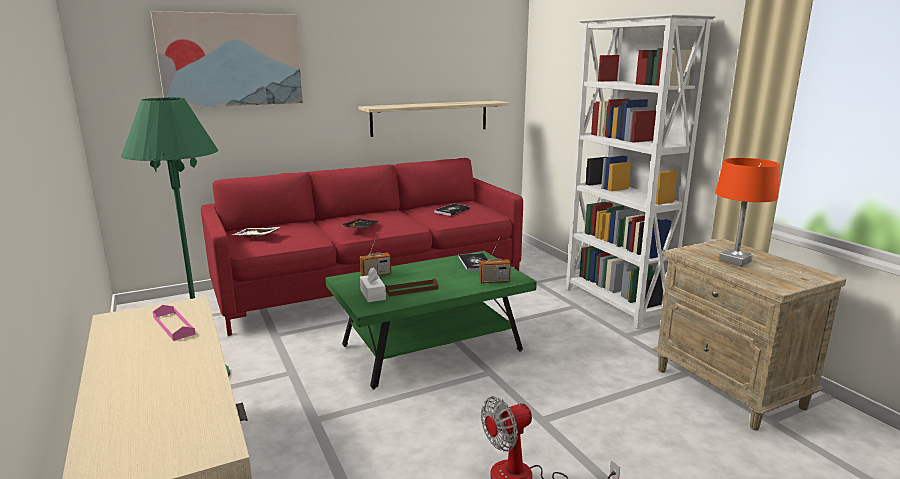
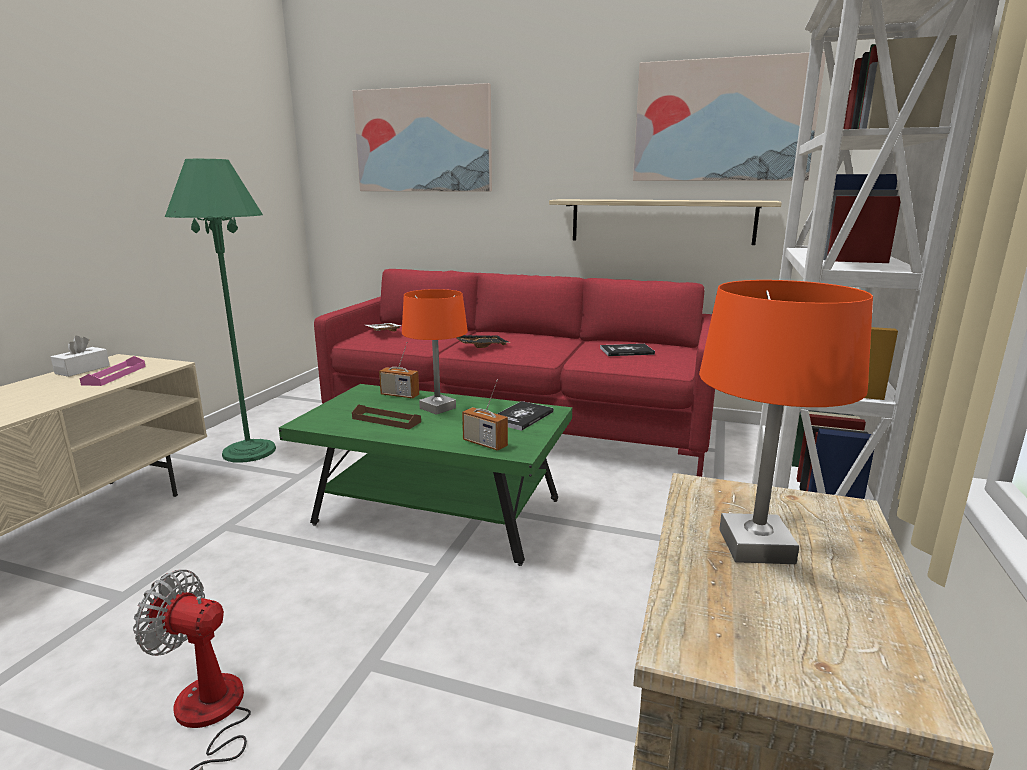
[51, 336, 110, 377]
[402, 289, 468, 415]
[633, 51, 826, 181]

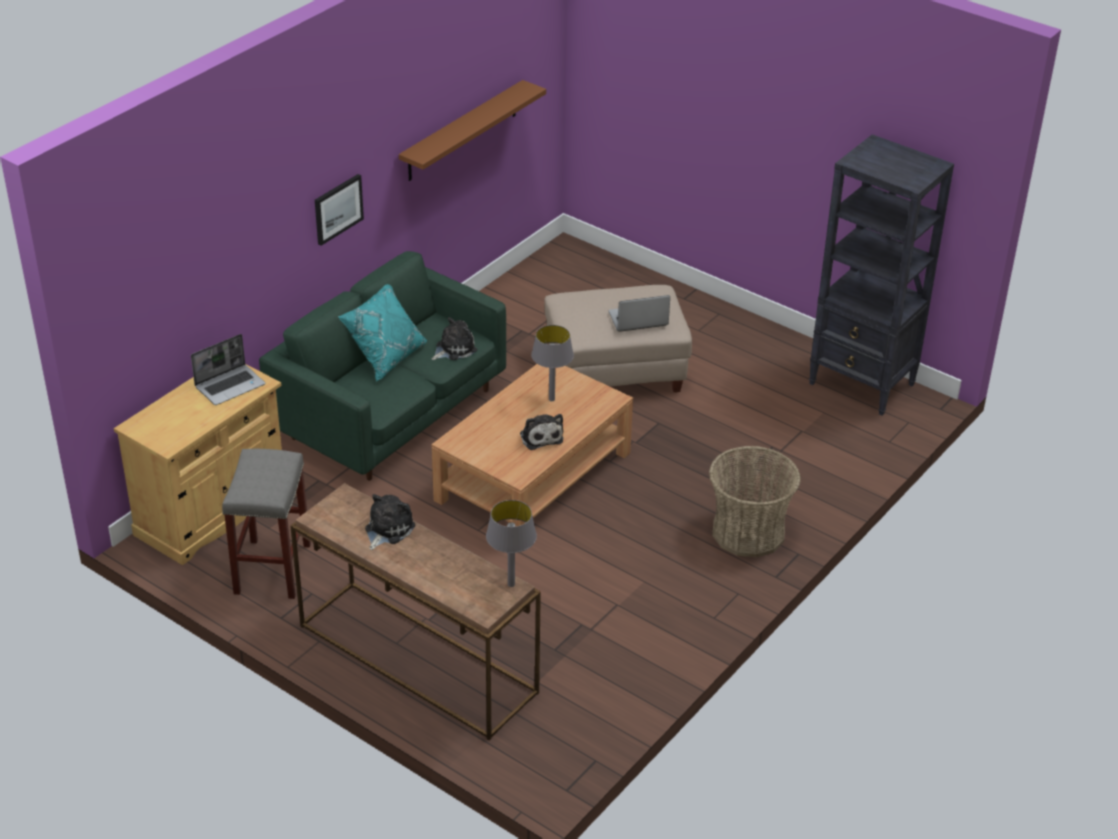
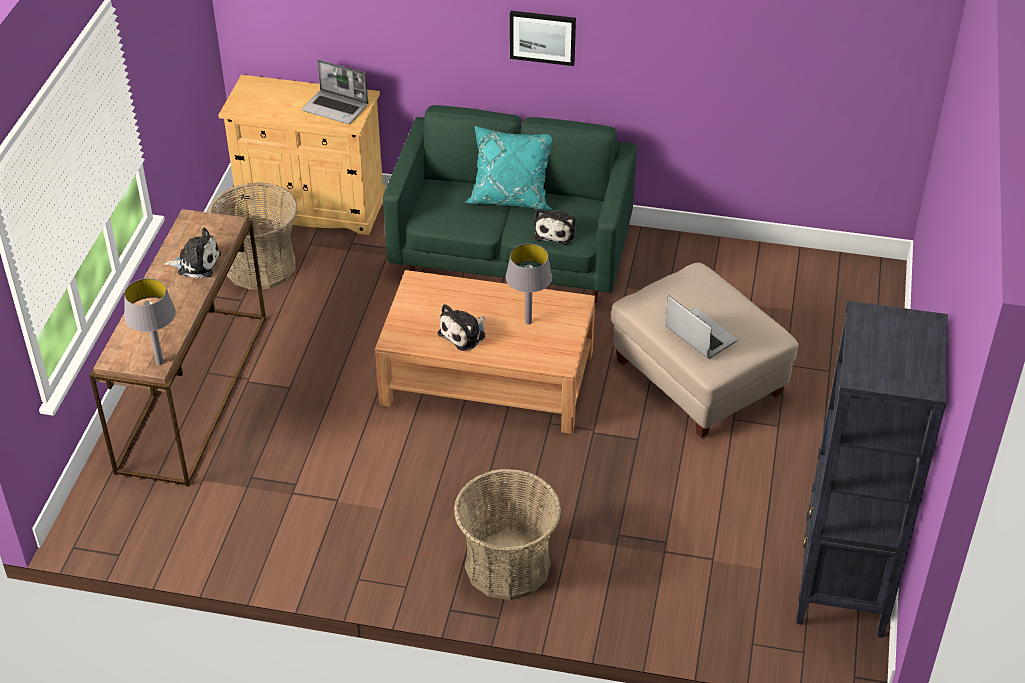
[208, 182, 298, 290]
[399, 80, 546, 181] (first image)
[534, 208, 576, 245]

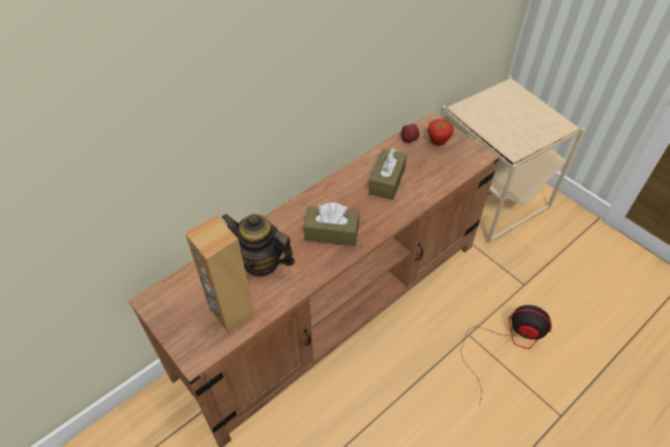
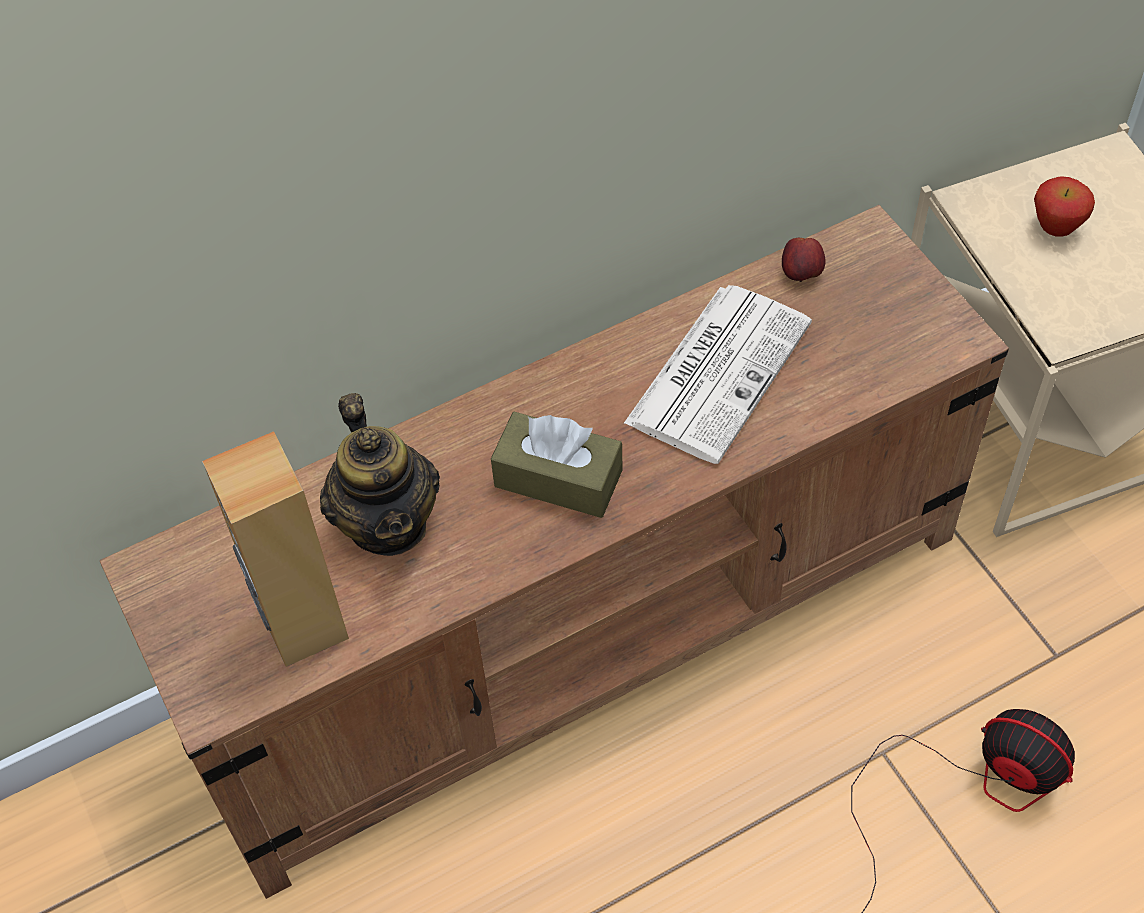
[320, 393, 440, 556]
[624, 285, 812, 464]
[1034, 176, 1095, 237]

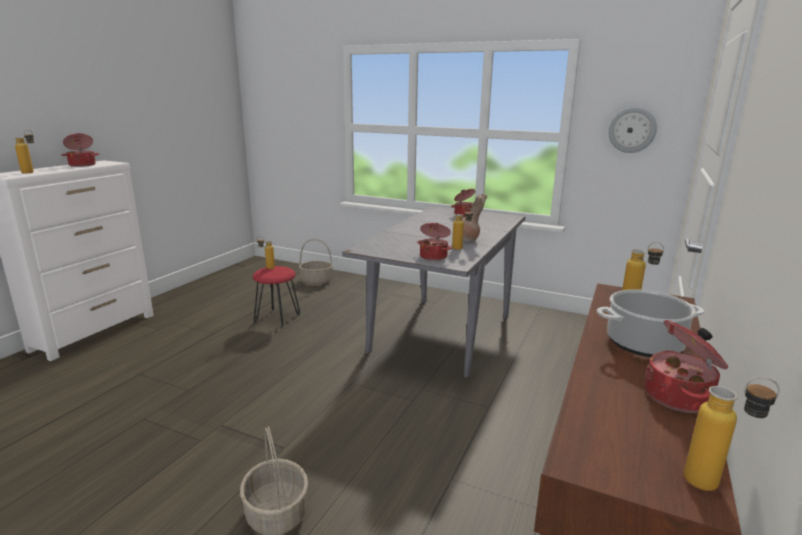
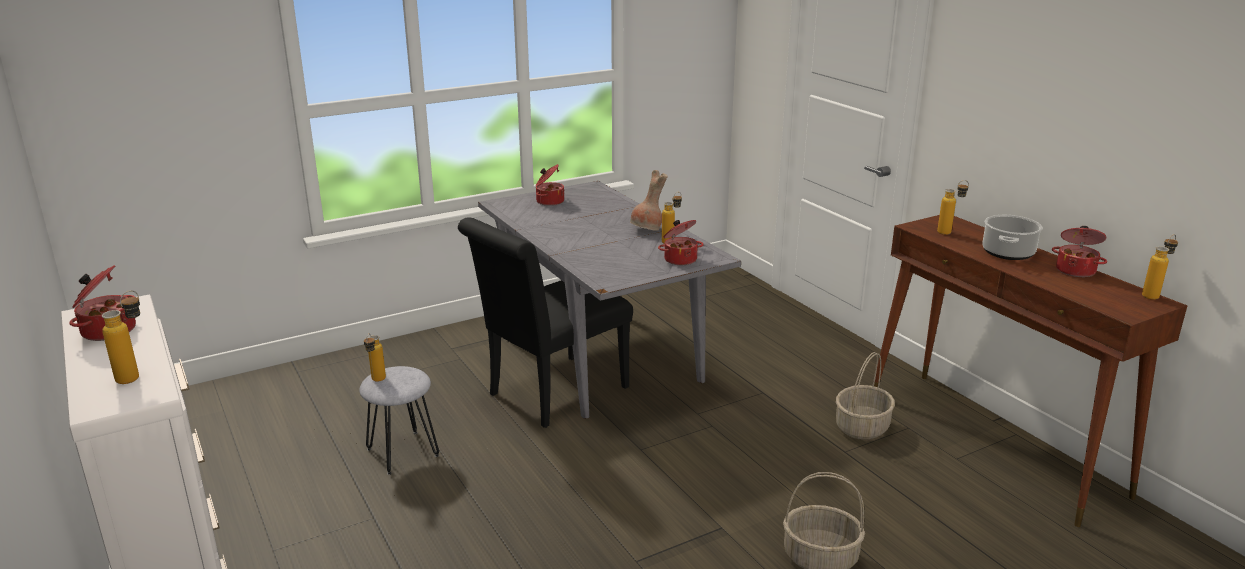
[359, 366, 439, 475]
[836, 352, 895, 440]
[608, 107, 657, 153] (first image)
[458, 217, 633, 428]

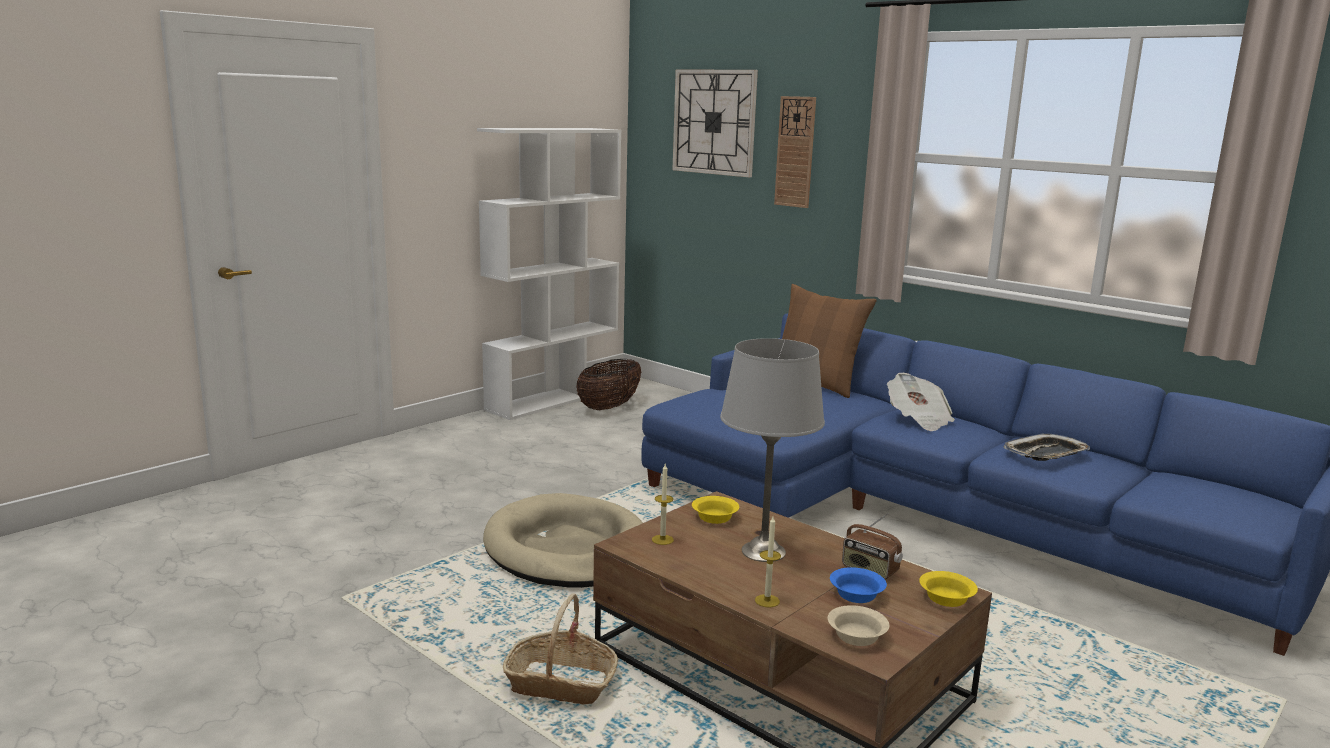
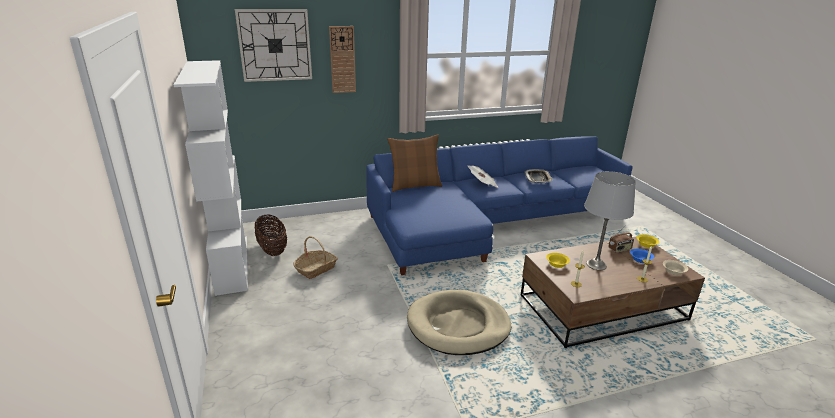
[293, 236, 338, 279]

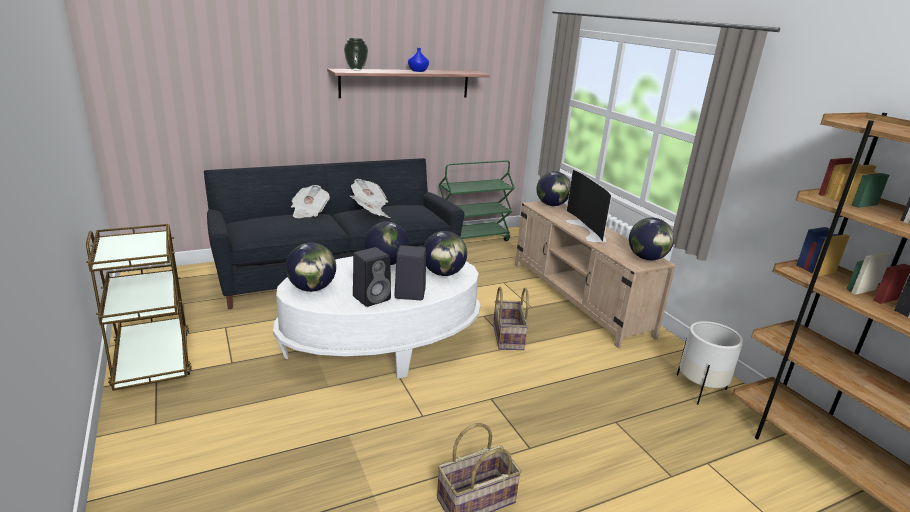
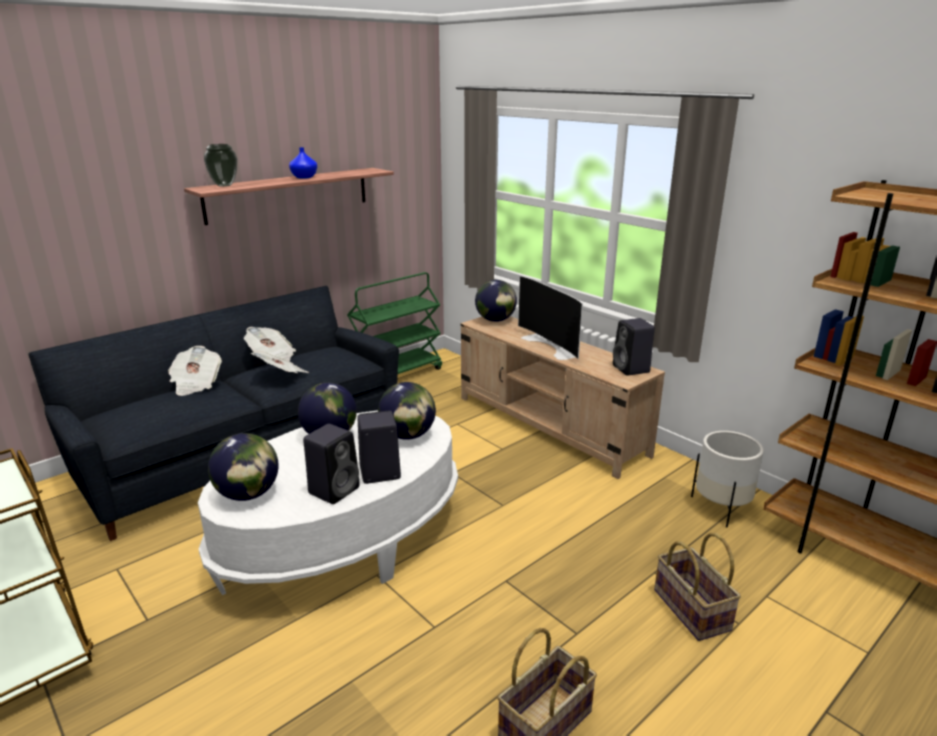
[654, 533, 741, 641]
[613, 318, 655, 376]

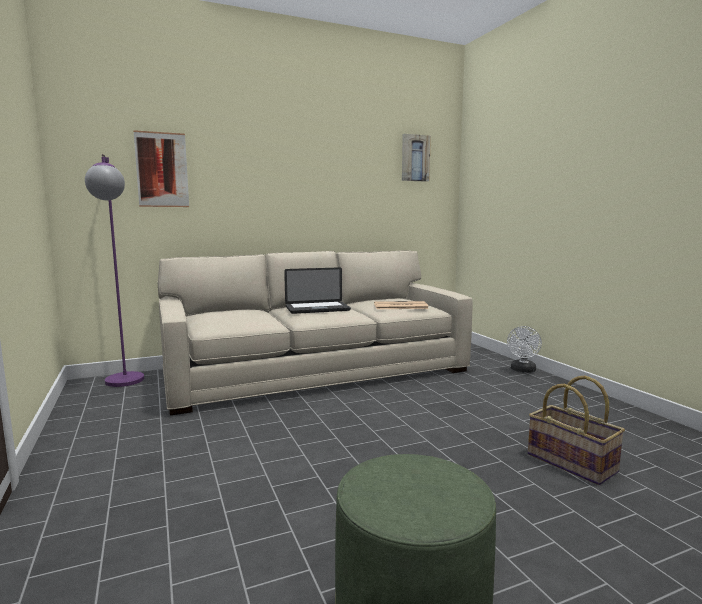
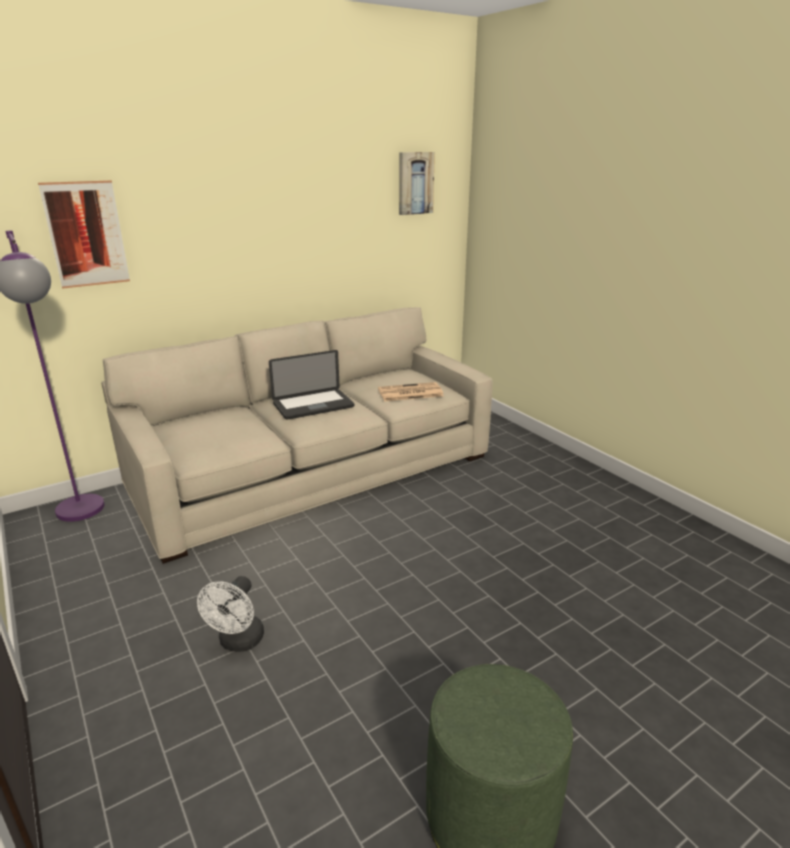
[197, 576, 264, 652]
[528, 375, 625, 485] (first image)

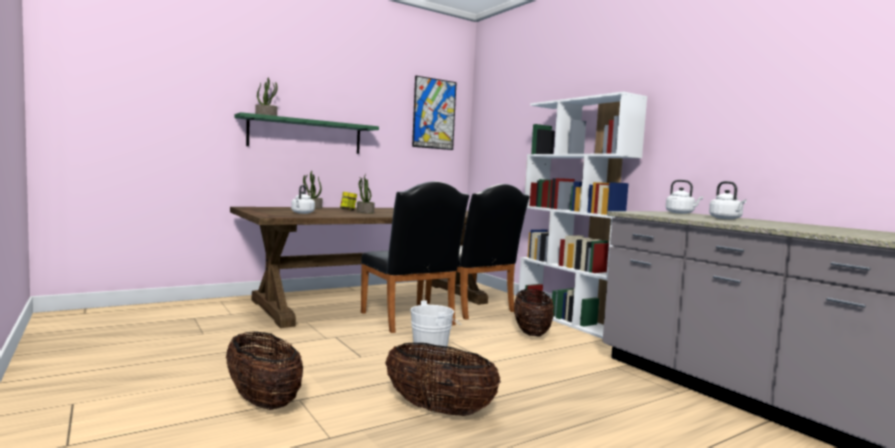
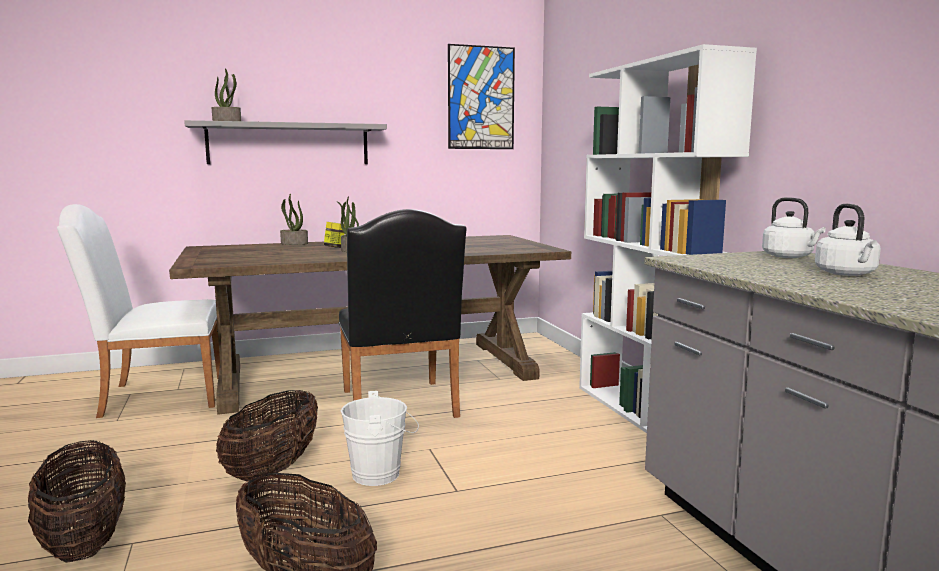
[184, 120, 387, 164]
[291, 185, 315, 214] (first image)
[425, 184, 530, 320] (first image)
[216, 390, 318, 482]
[57, 204, 220, 418]

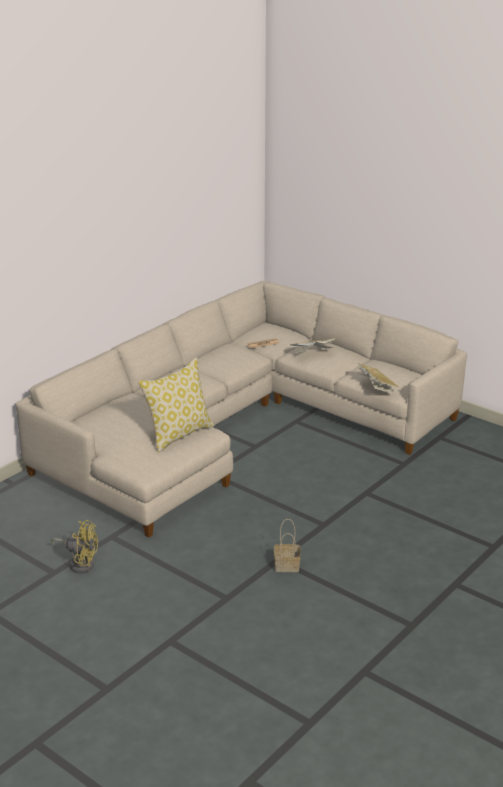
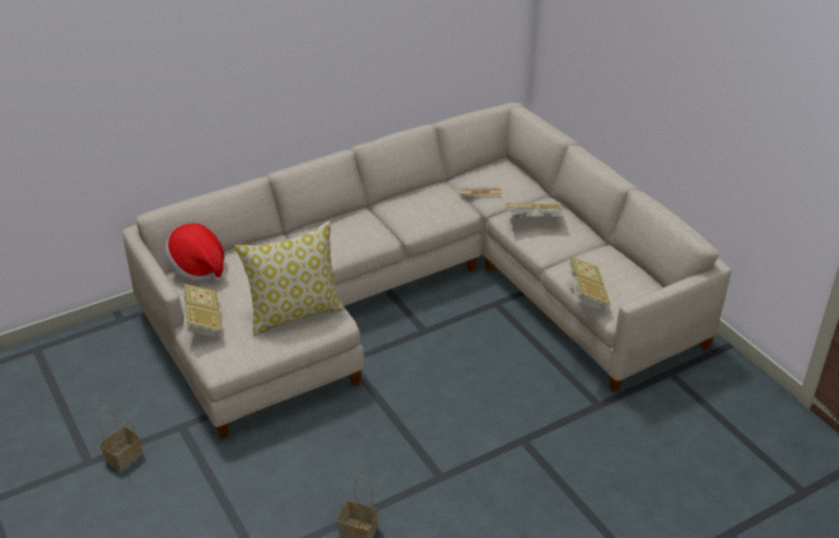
[98, 407, 142, 471]
[165, 223, 225, 282]
[181, 284, 221, 337]

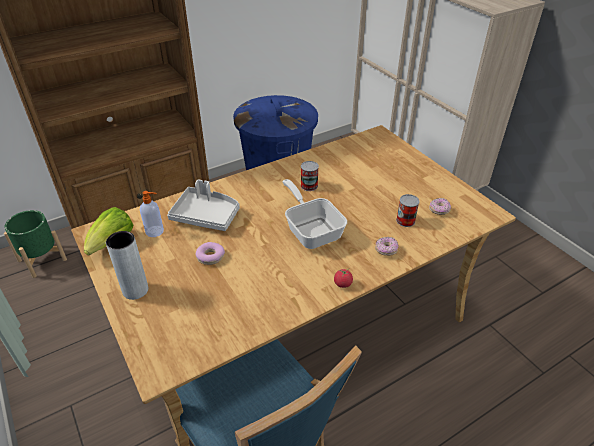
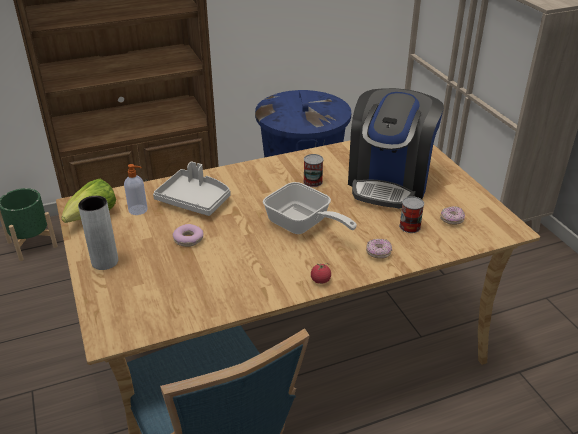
[263, 182, 357, 234]
[348, 88, 444, 209]

